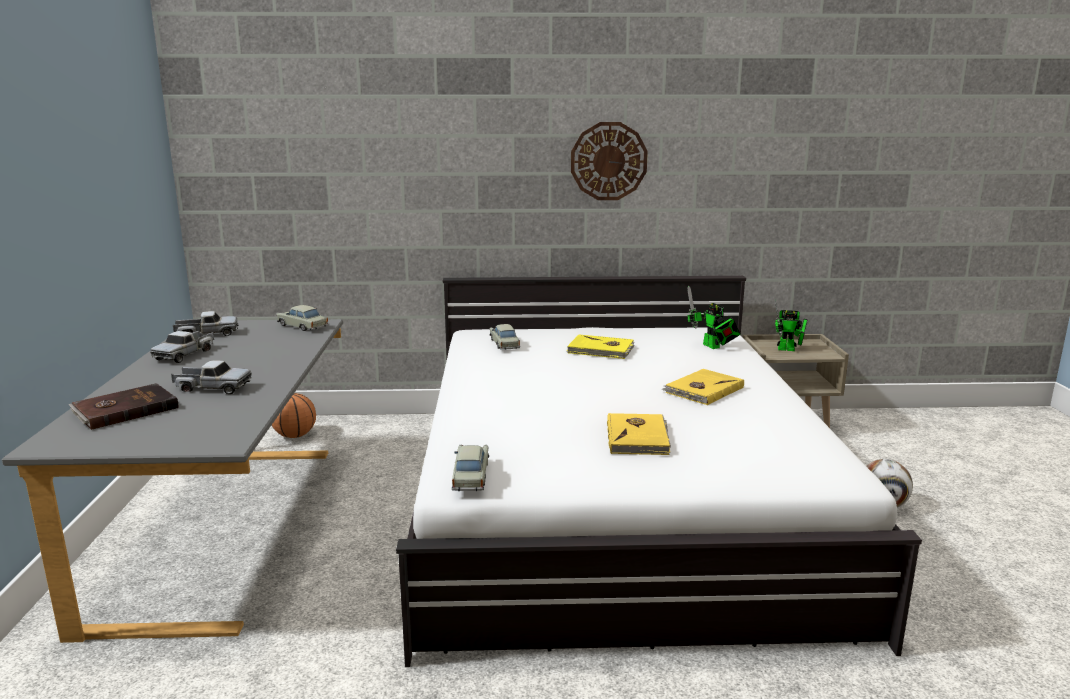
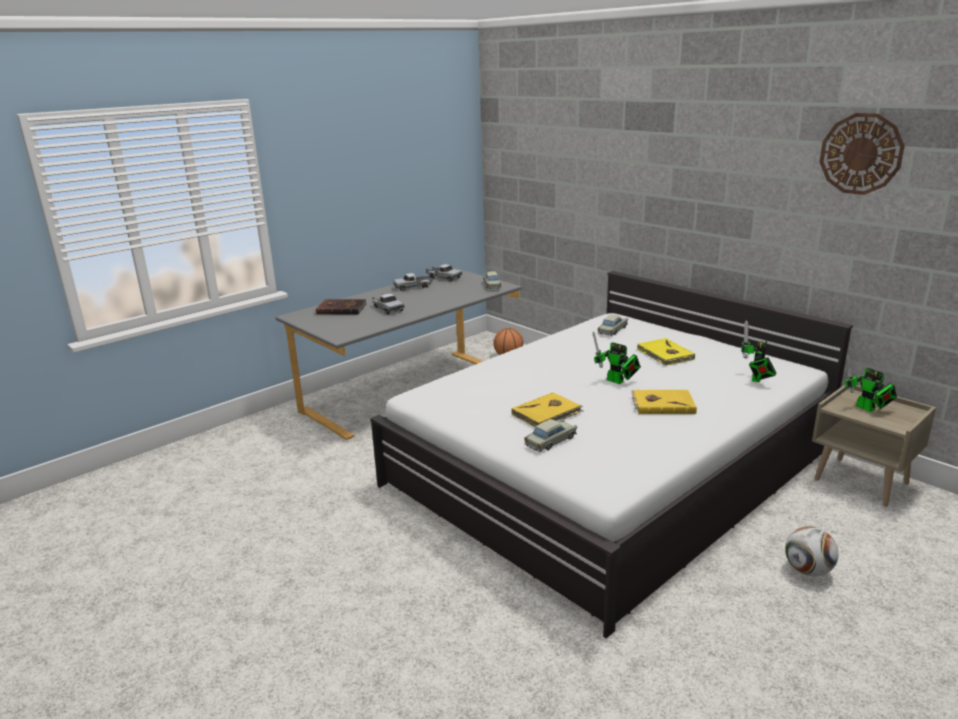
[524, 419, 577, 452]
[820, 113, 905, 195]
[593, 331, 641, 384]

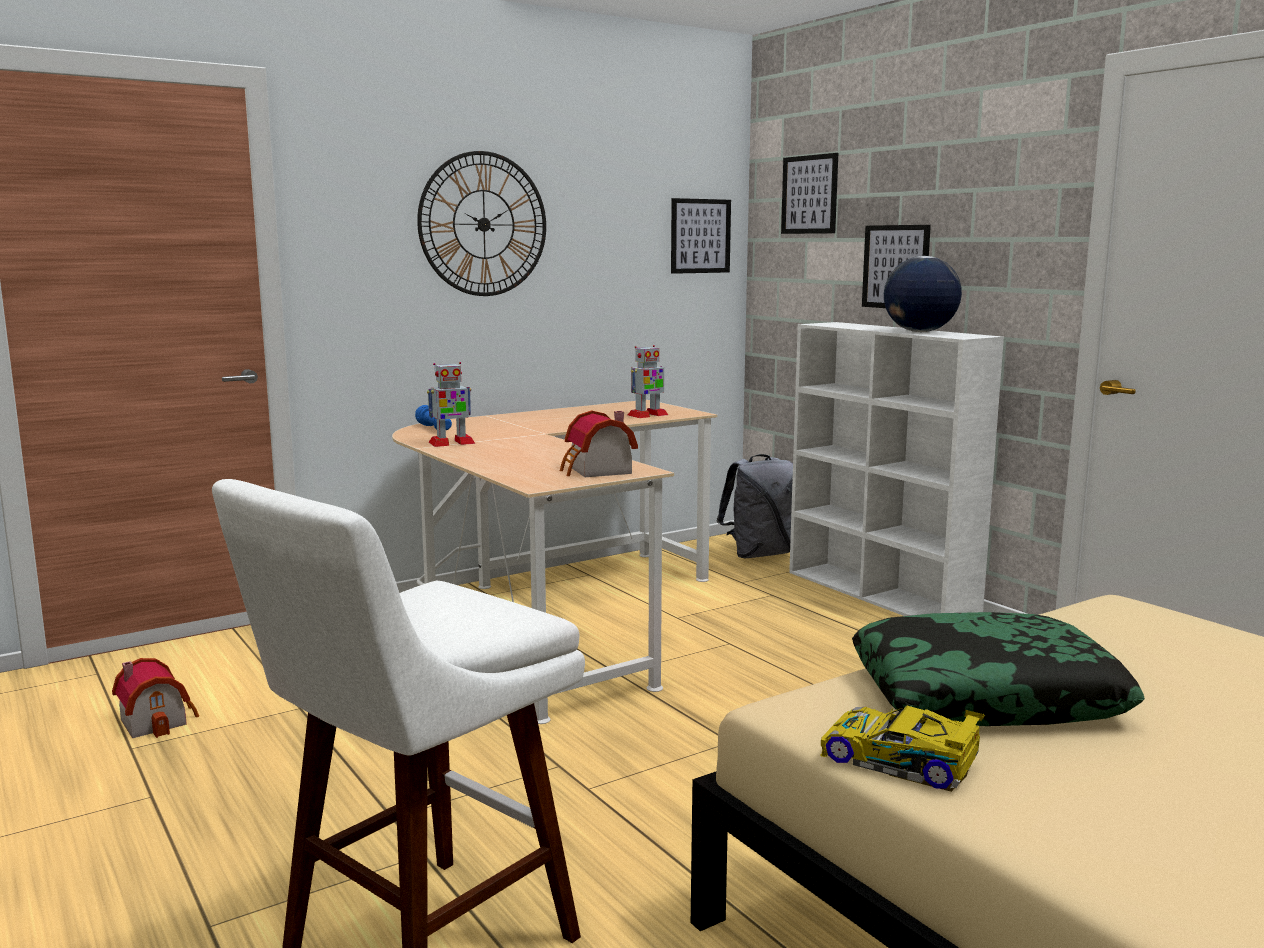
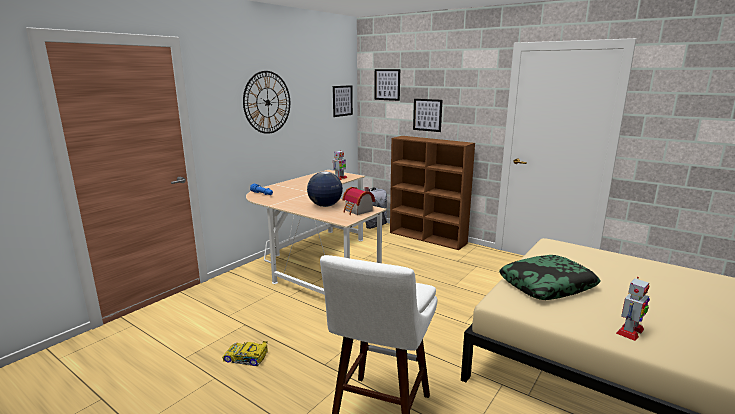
[112, 658, 199, 738] (first image)
[616, 277, 650, 341]
[390, 136, 475, 250]
[222, 341, 268, 366]
[307, 171, 343, 207]

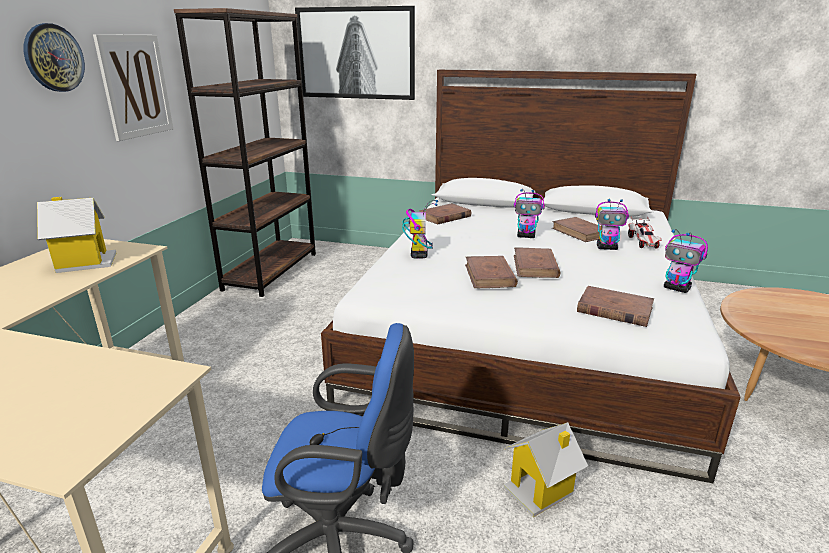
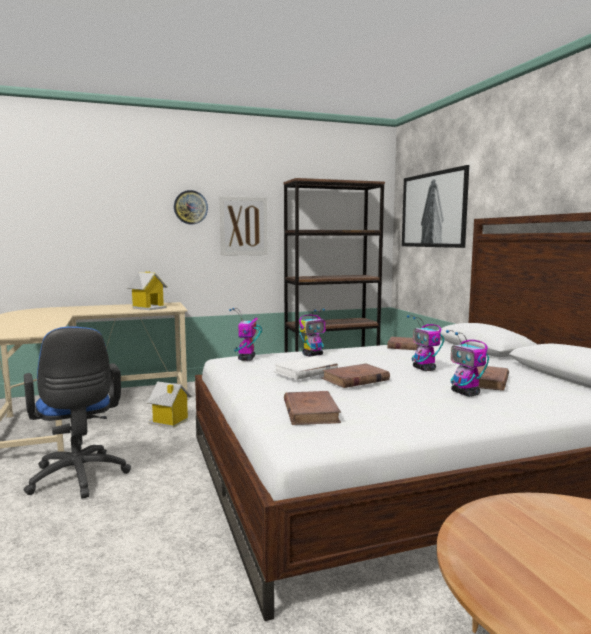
[273, 356, 338, 380]
[147, 381, 192, 428]
[628, 216, 662, 248] (first image)
[229, 308, 262, 361]

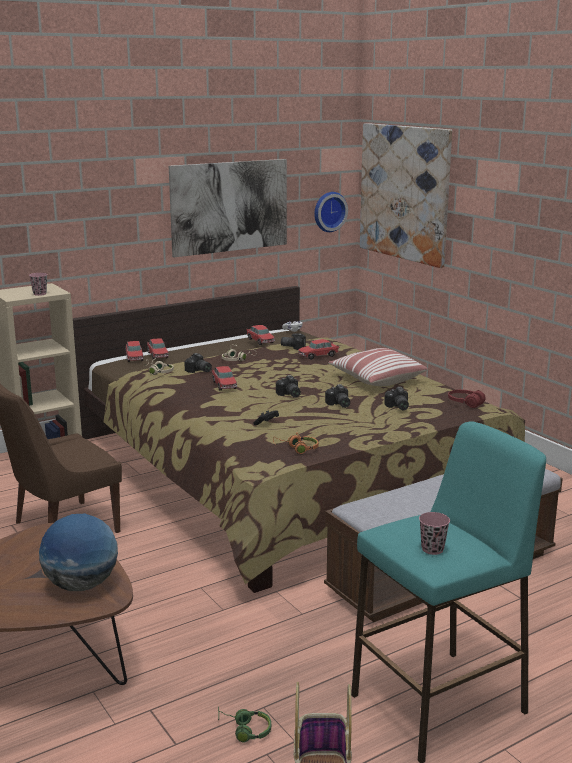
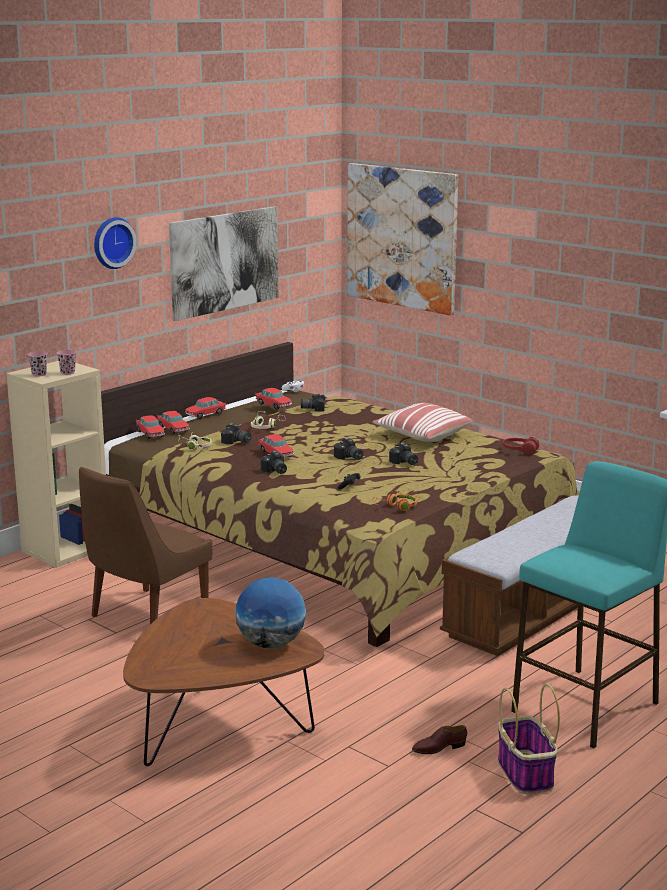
[412, 725, 467, 754]
[185, 397, 226, 419]
[94, 217, 137, 269]
[261, 451, 287, 474]
[28, 351, 48, 377]

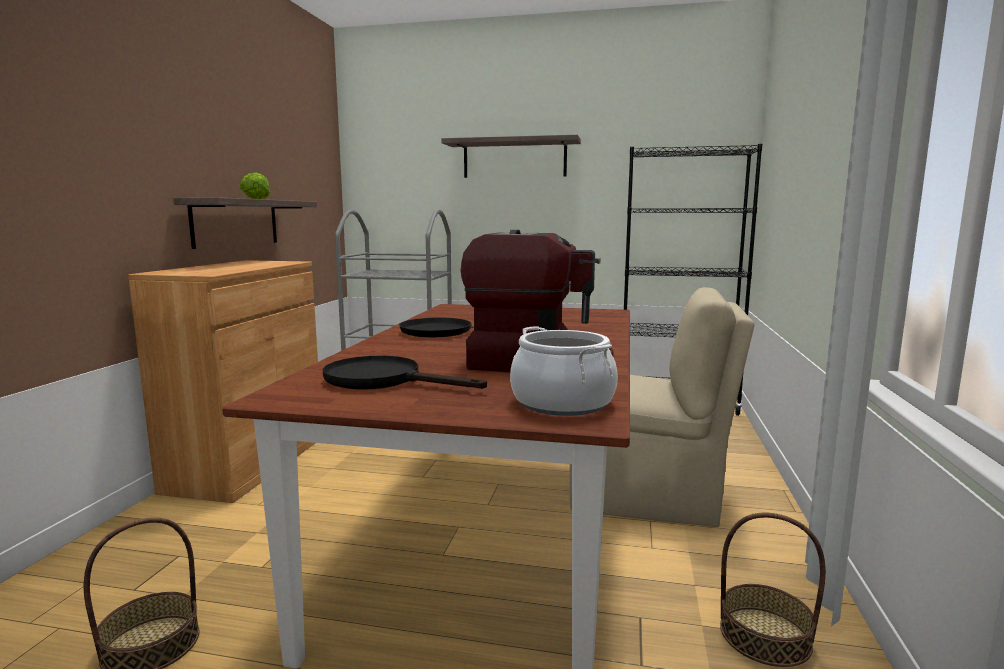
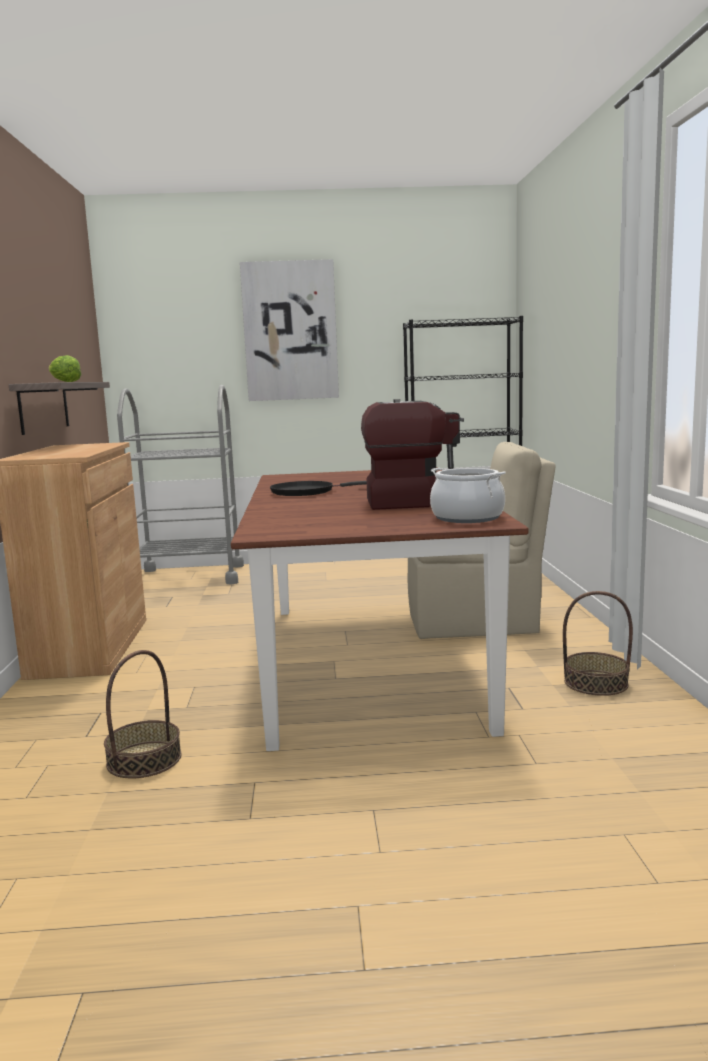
[323, 356, 487, 390] (first image)
[240, 259, 339, 401]

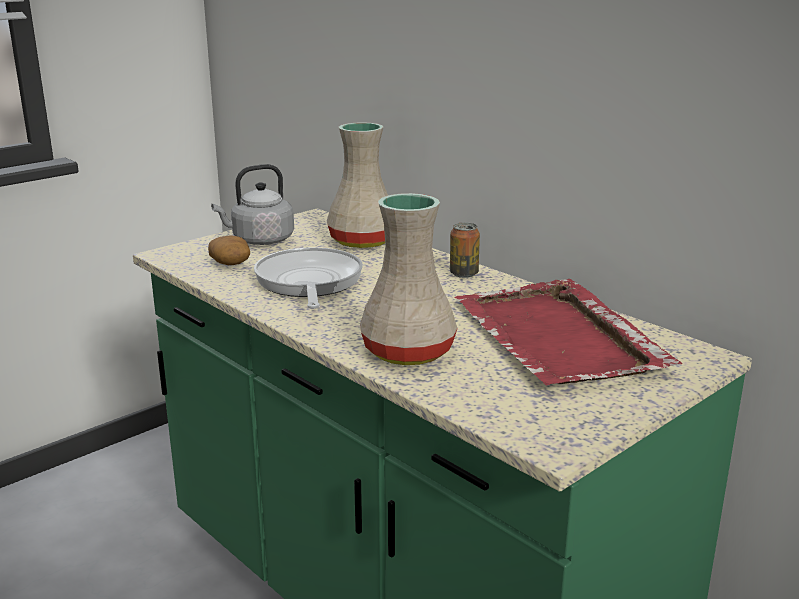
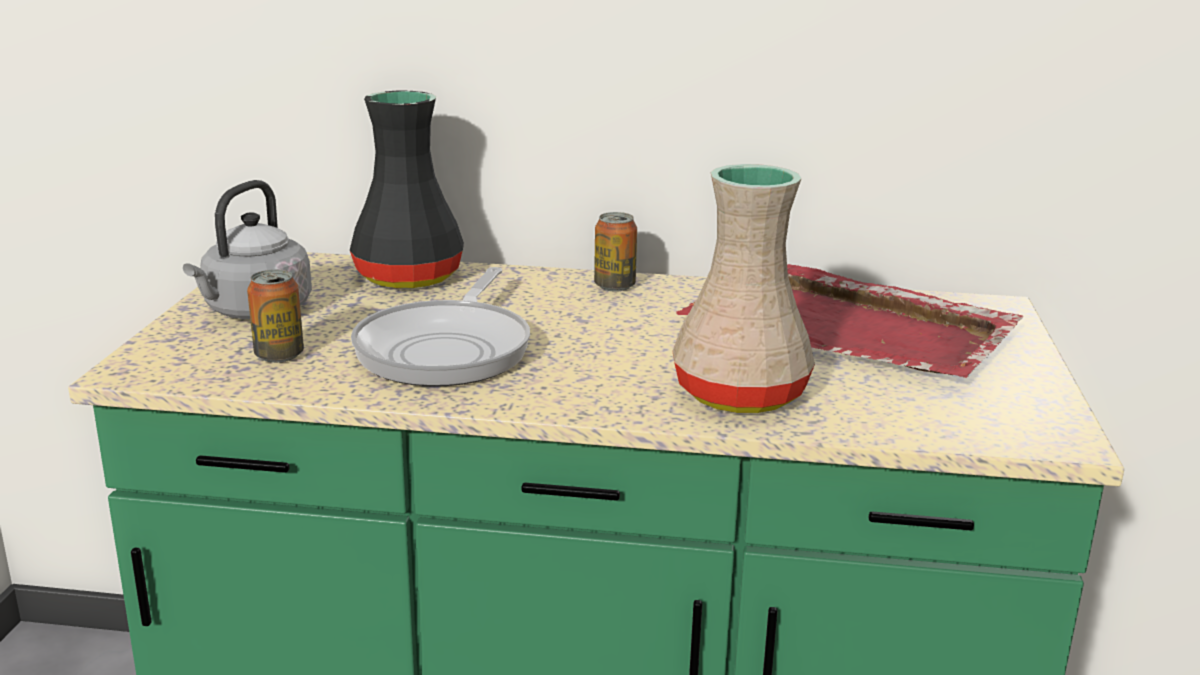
[247, 270, 304, 363]
[351, 267, 530, 386]
[350, 91, 464, 288]

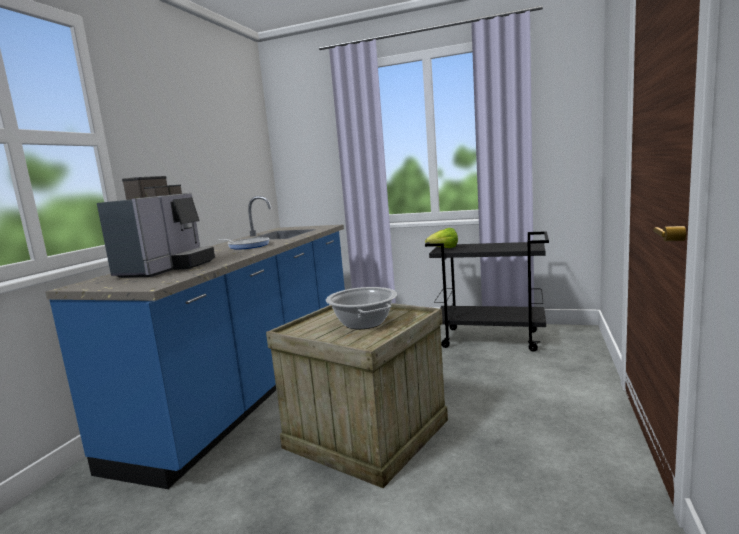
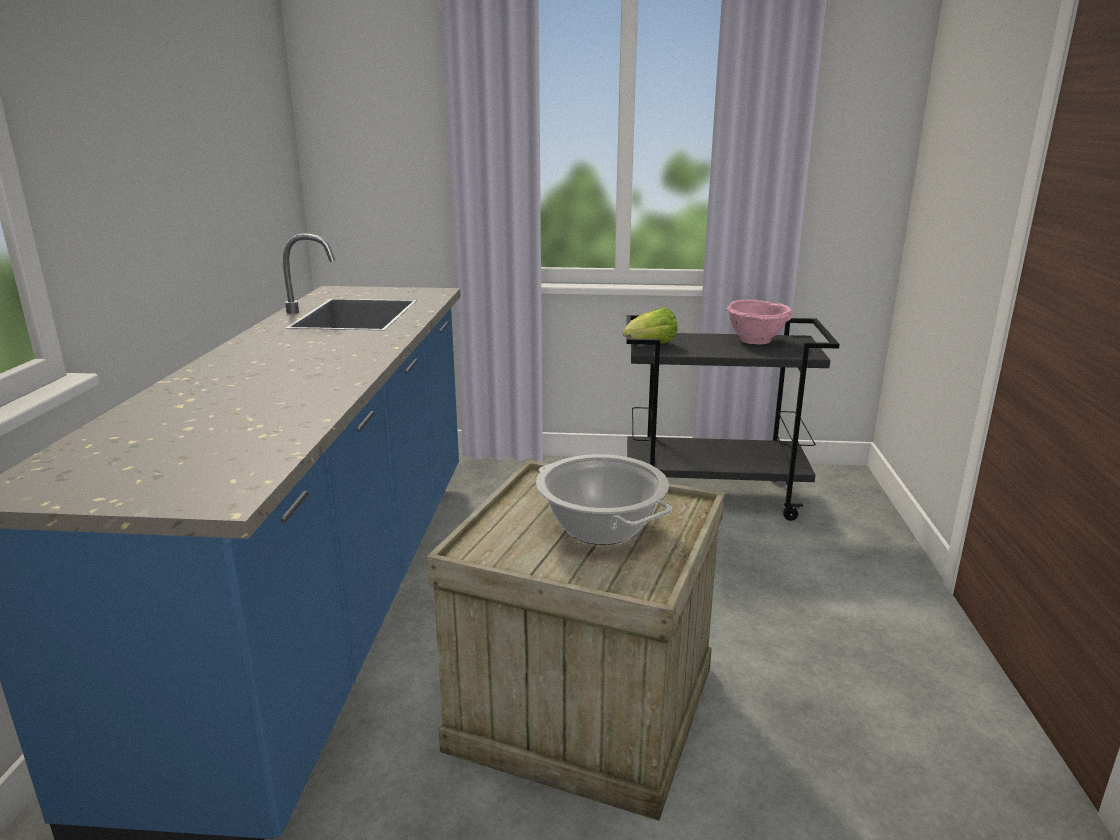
[97, 176, 215, 278] (first image)
[218, 237, 269, 250] (first image)
[727, 300, 792, 344]

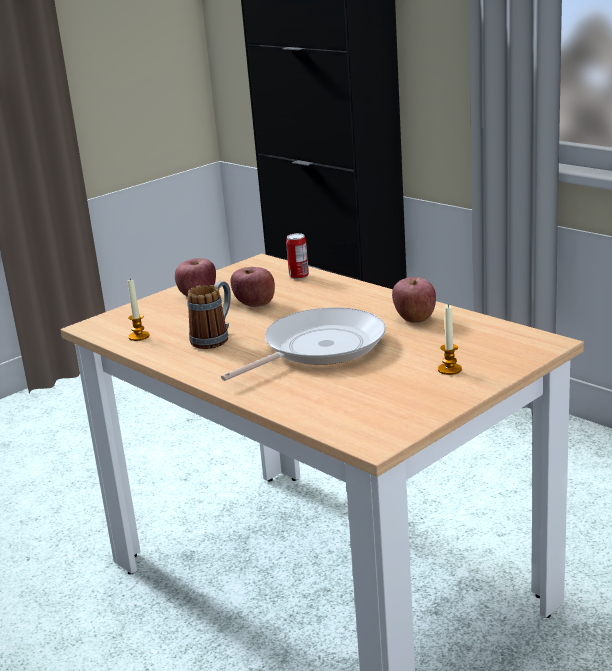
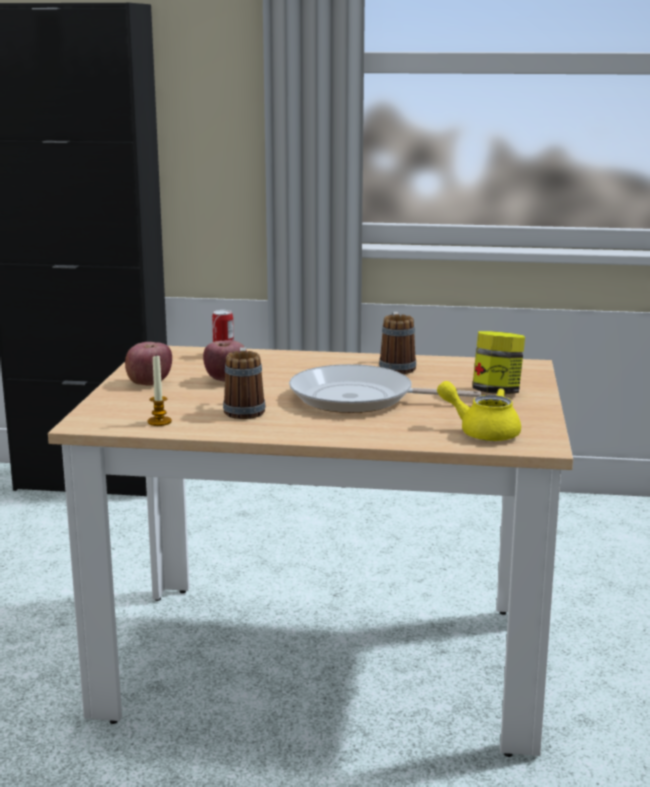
[289, 364, 481, 413]
[379, 312, 416, 374]
[472, 331, 525, 394]
[437, 381, 521, 441]

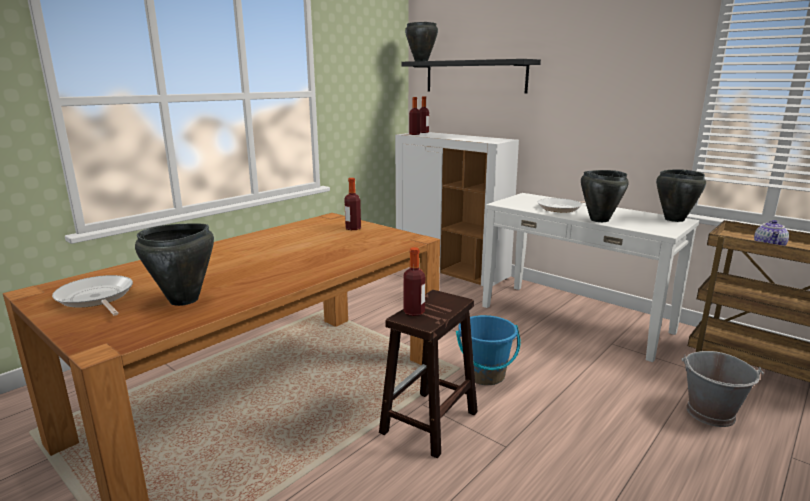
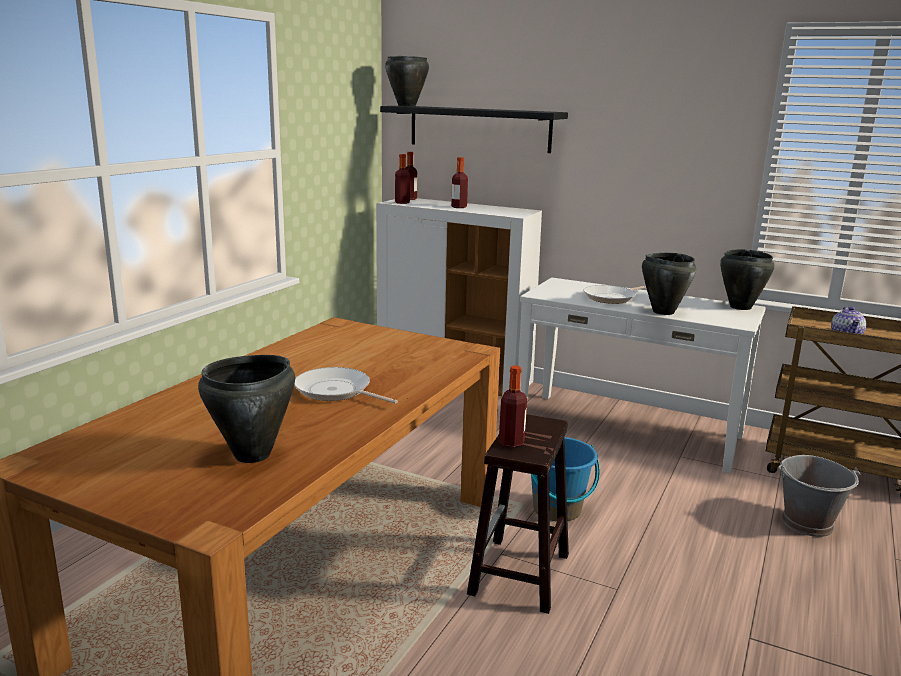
[294, 367, 398, 404]
[451, 157, 468, 208]

